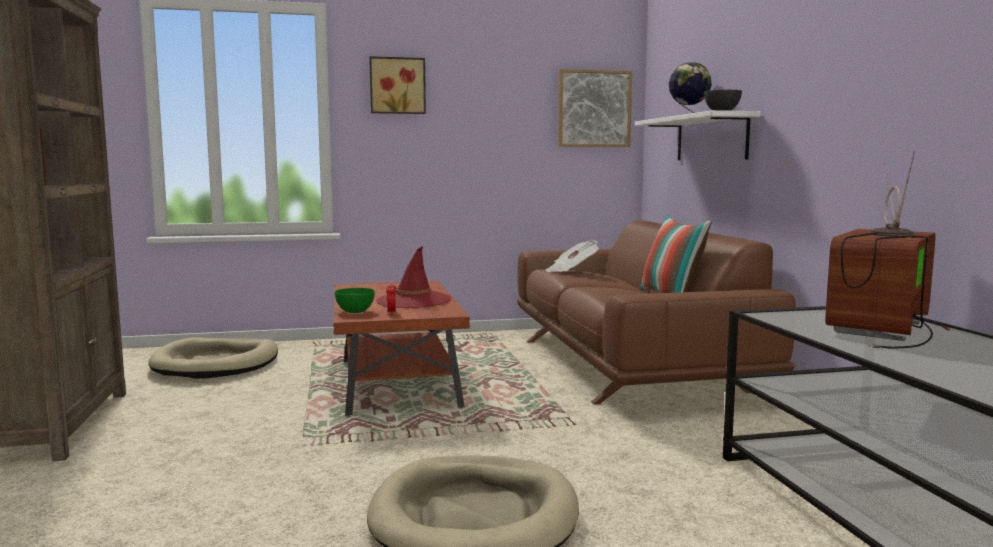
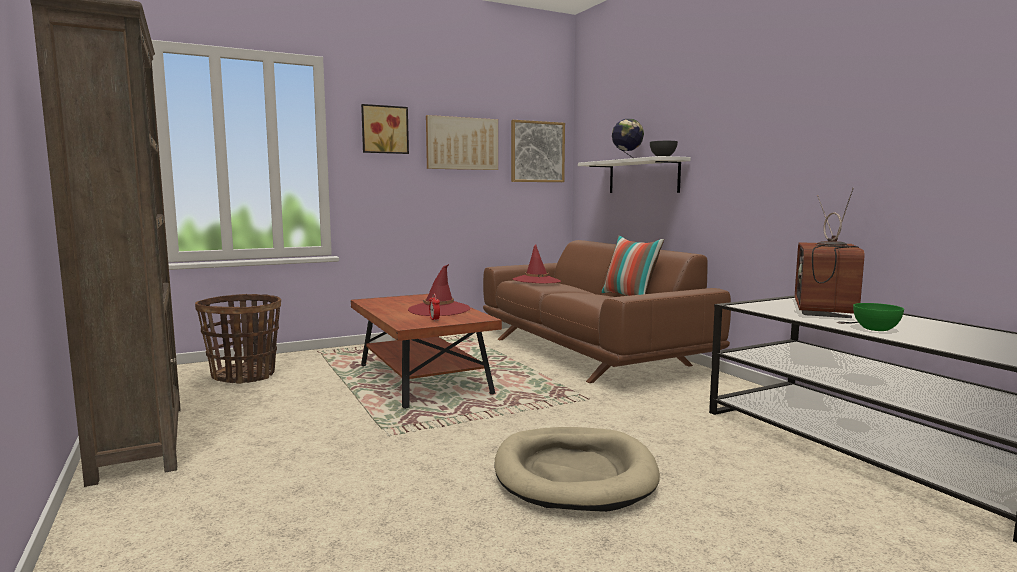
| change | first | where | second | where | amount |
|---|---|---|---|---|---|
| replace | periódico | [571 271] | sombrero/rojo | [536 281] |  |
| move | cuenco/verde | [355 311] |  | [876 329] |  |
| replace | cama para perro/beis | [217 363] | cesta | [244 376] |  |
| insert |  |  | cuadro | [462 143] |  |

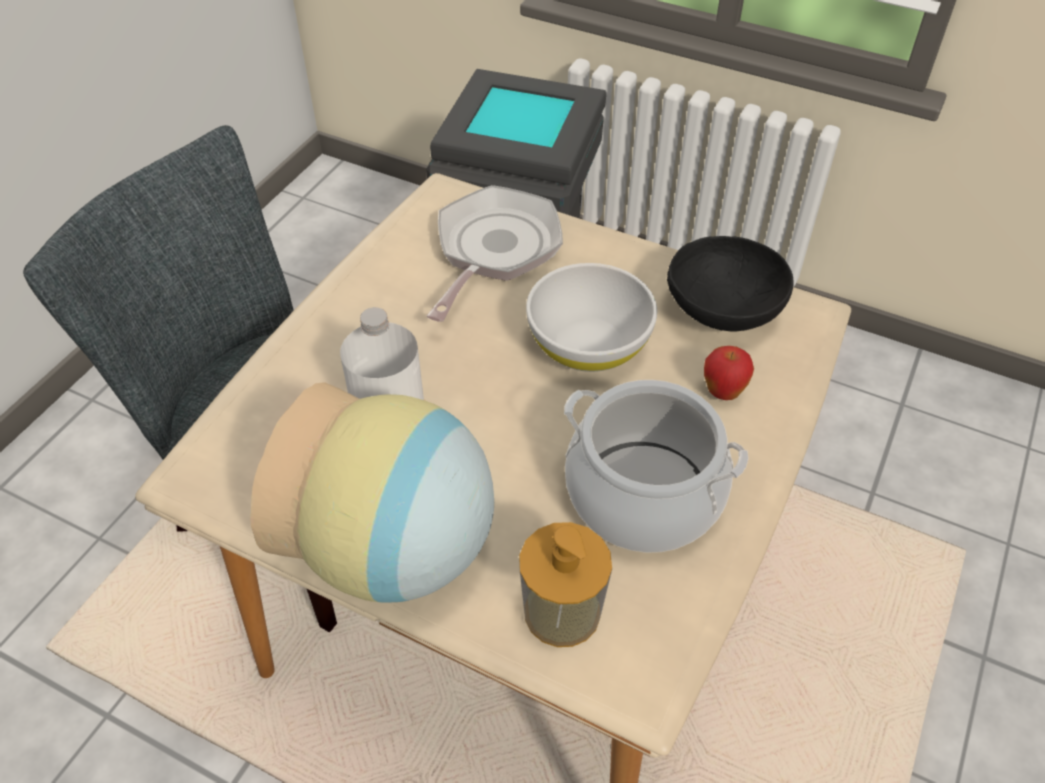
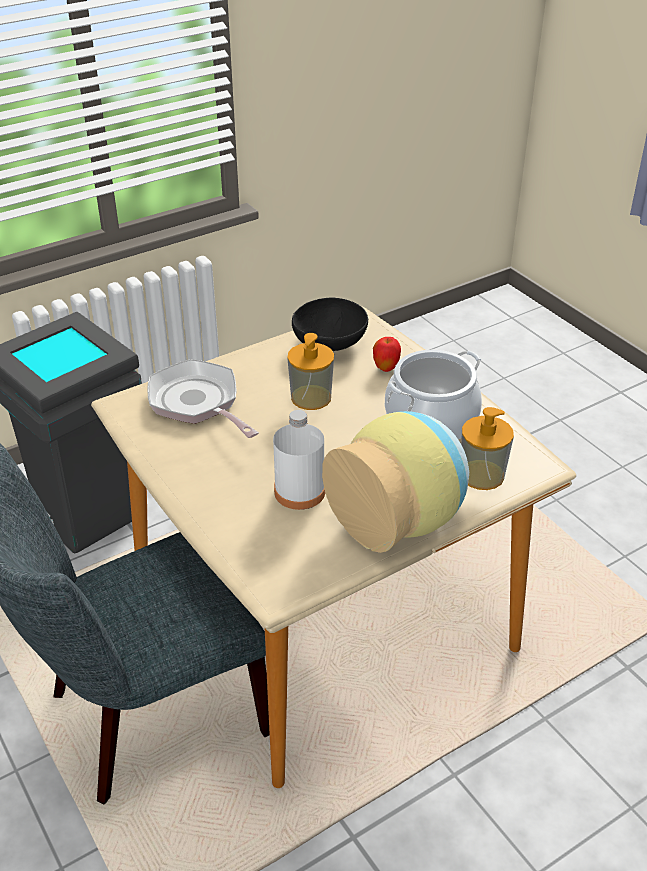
| change | first | where | second | where | amount |
|---|---|---|---|---|---|
| replace | cuenco/blanco | [589 344] | dispensador de jabón | [311 397] |  |

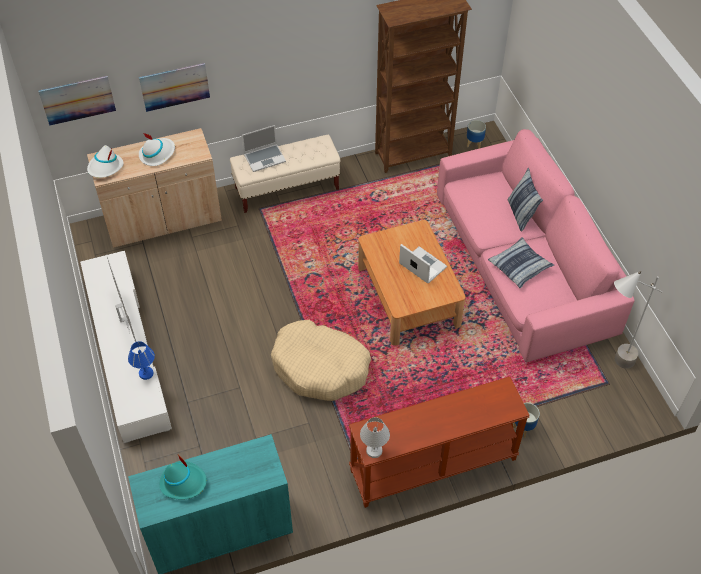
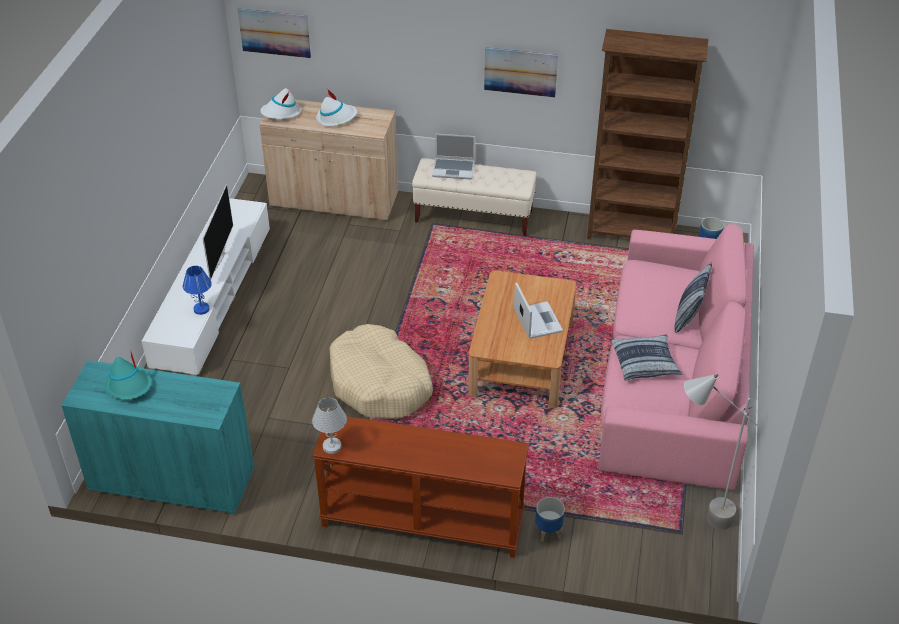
| change | first | where | second | where | amount |
|---|---|---|---|---|---|
| move | cuadro | [175 87] |  | [520 71] |  |

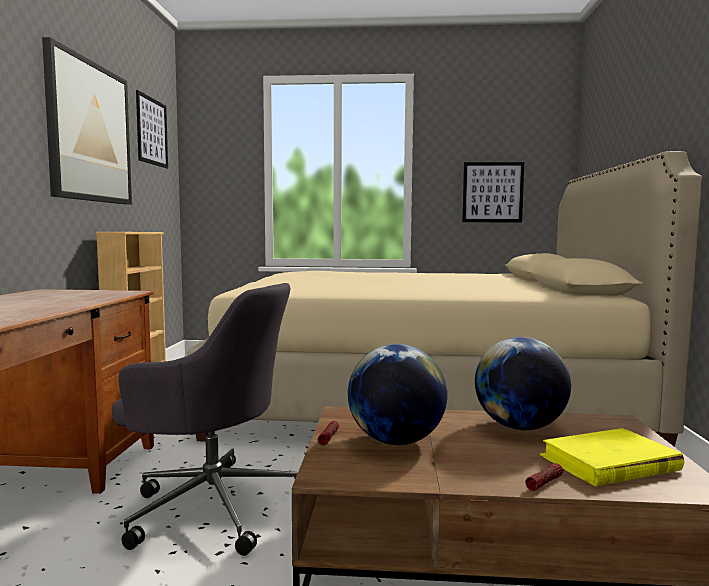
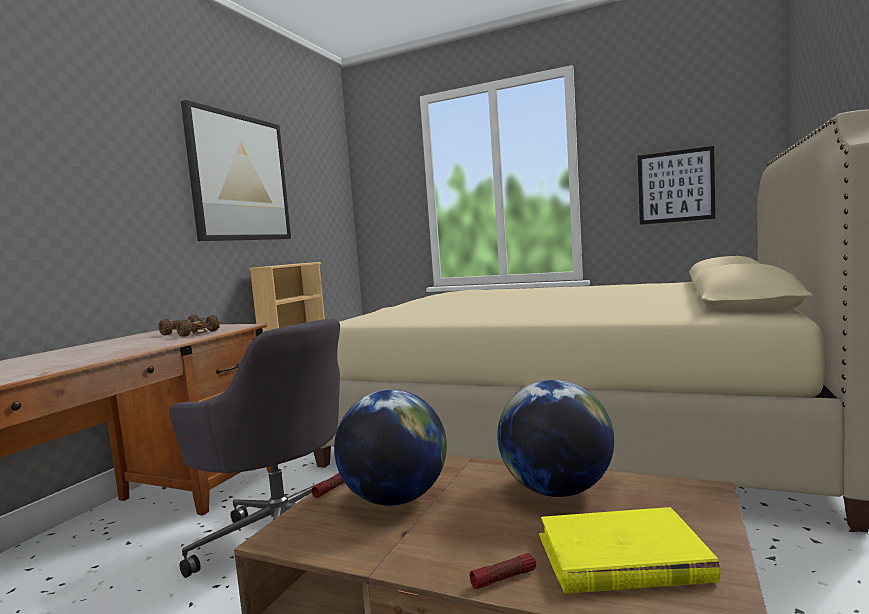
| change | first | where | second | where | amount |
|---|---|---|---|---|---|
| delete | cuadro | [152 131] |  |  |  |
| insert |  |  | coche de juguete/marrón | [191 333] |  |

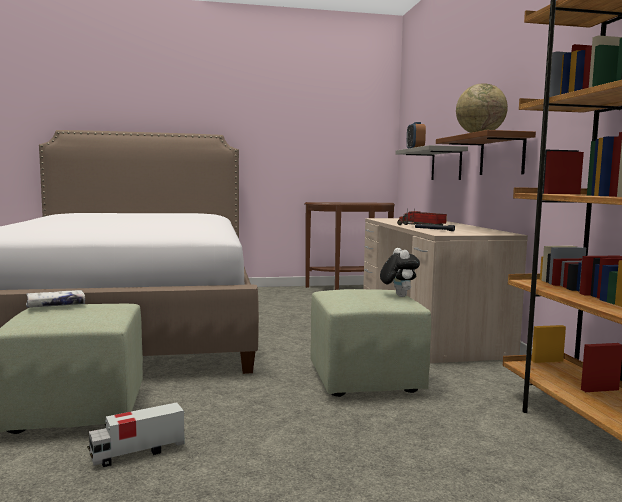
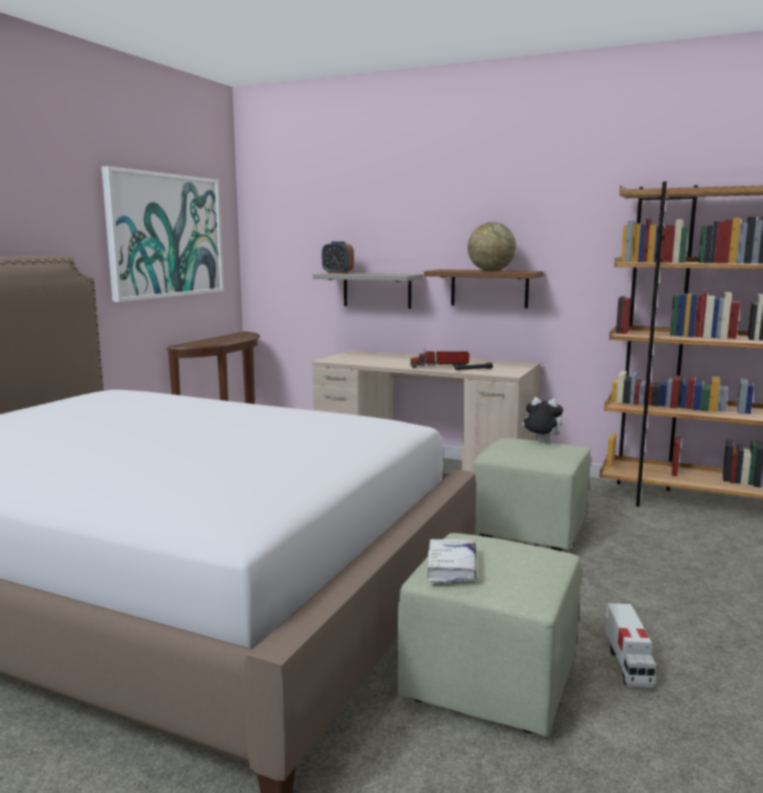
| change | first | where | second | where | amount |
|---|---|---|---|---|---|
| insert |  |  | cuadro | [166 236] |  |

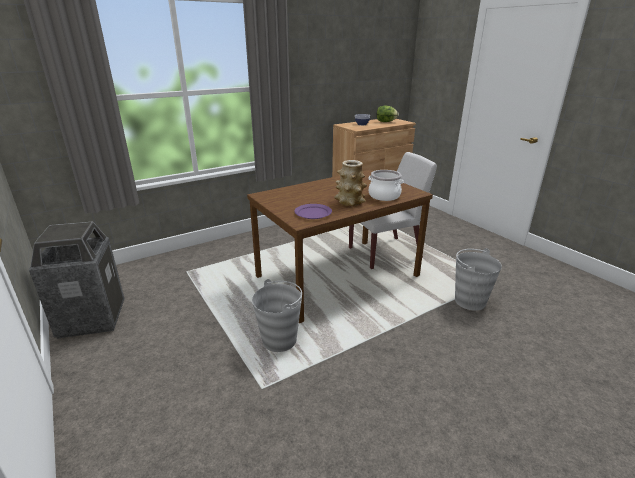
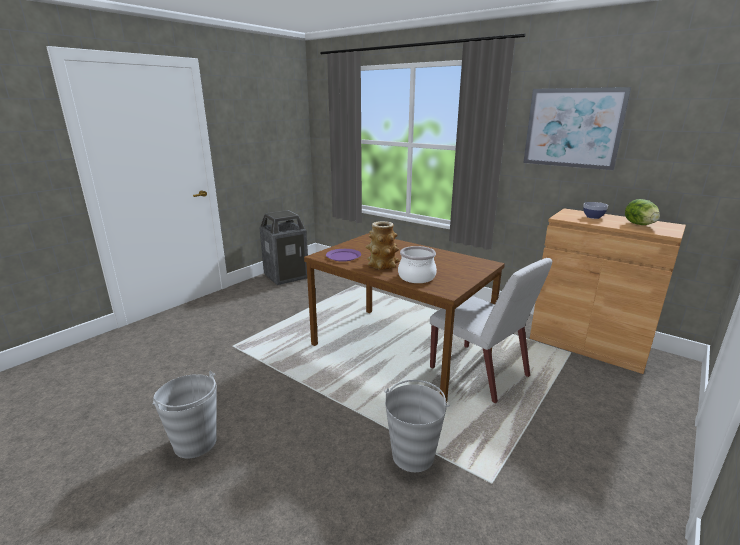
| change | first | where | second | where | amount |
|---|---|---|---|---|---|
| move | cubo/gris | [280 340] |  | [195 443] |  |
| insert |  |  | cuadro | [573 128] |  |

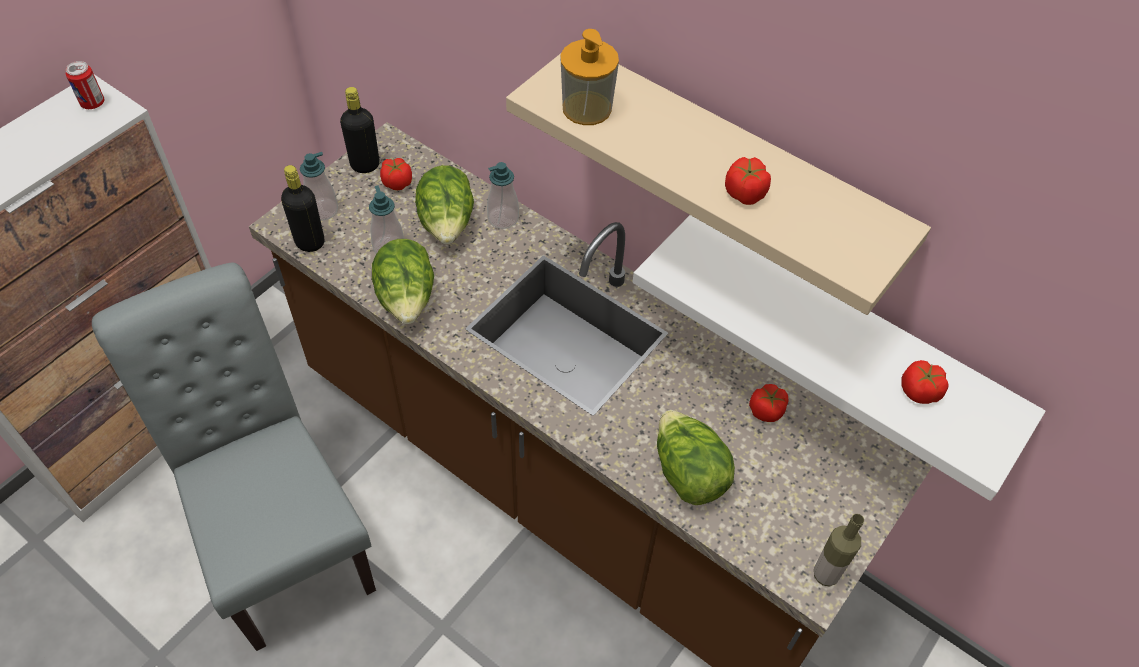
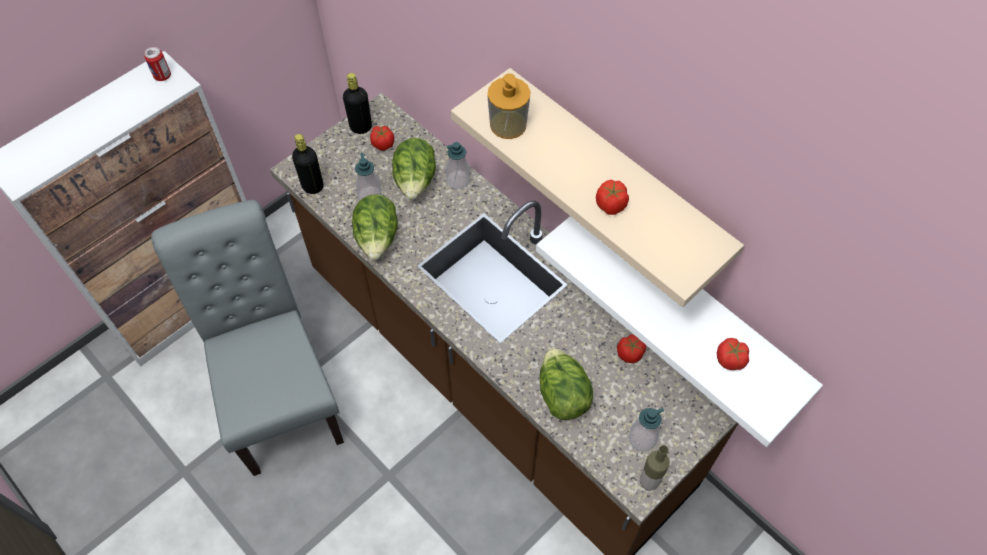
| change | first | where | second | where | amount |
|---|---|---|---|---|---|
| move | dispensador de jabón | [322 210] |  | [642 438] |  |

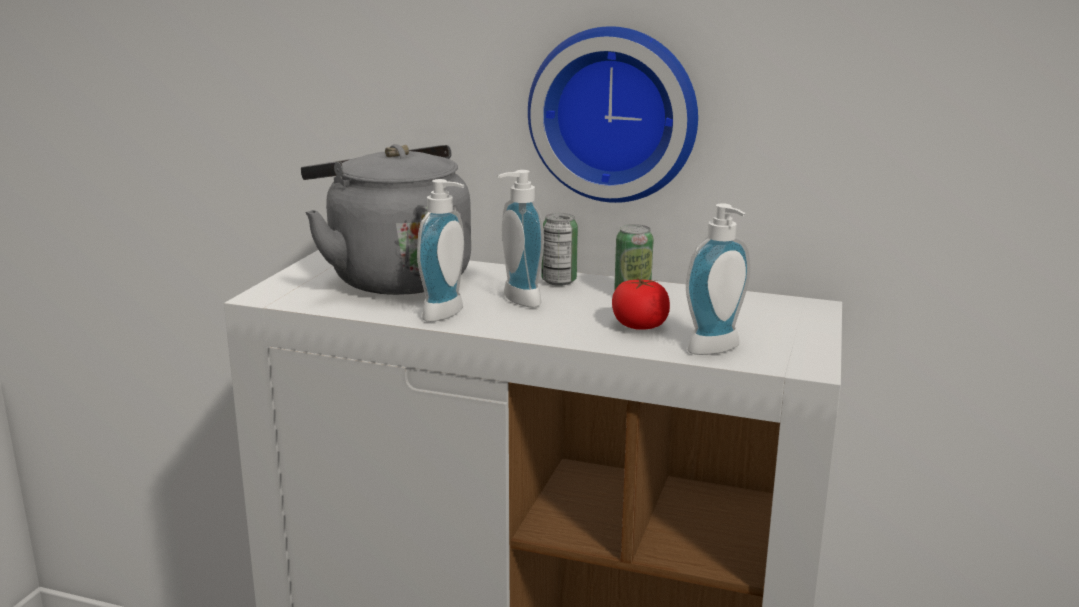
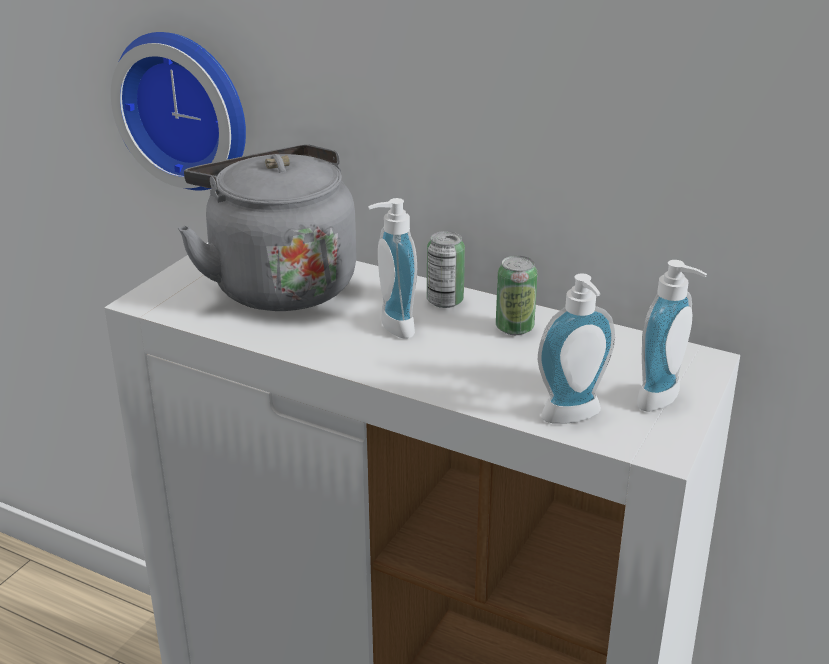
| change | first | where | second | where | amount |
|---|---|---|---|---|---|
| move | reloj de pared | [615 114] |  | [188 108] |  |
| move | dispensador de jabón | [448 314] |  | [664 400] |  |
| delete | tomate | [639 325] |  |  |  |

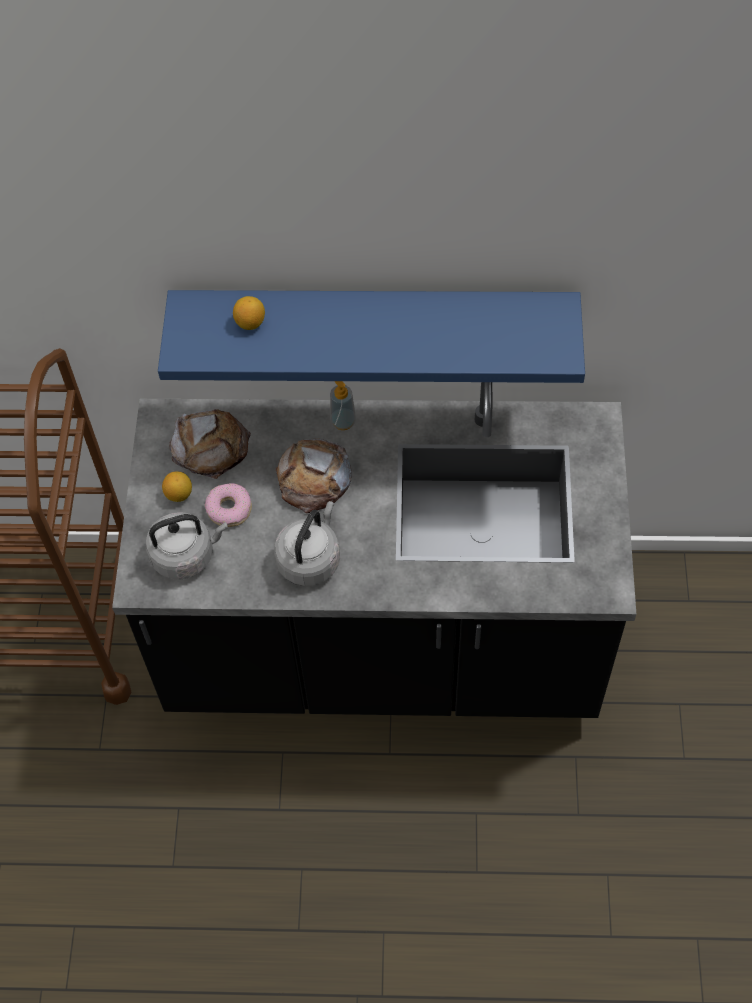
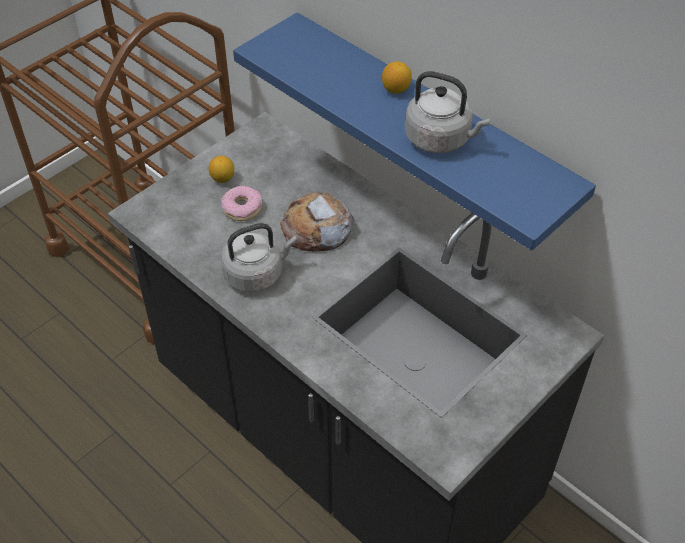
| change | first | where | second | where | amount |
|---|---|---|---|---|---|
| move | limón | [250 323] |  | [396 89] |  |
| delete | dispensador de jabón | [343 421] |  |  |  |
| delete | pan | [210 446] |  |  |  |
| move | hervidor/gris | [186 555] |  | [441 139] |  |

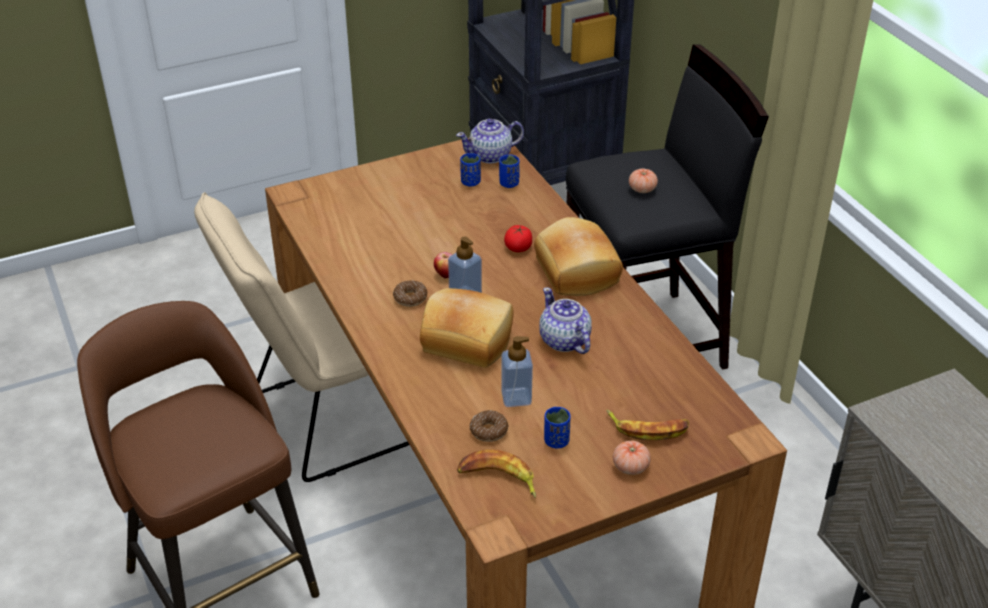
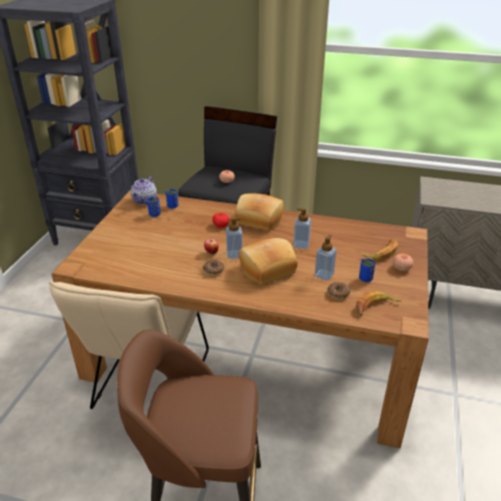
| change | first | where | second | where | amount |
|---|---|---|---|---|---|
| replace | tetera | [564 341] | dispensador de jabón | [301 245] |  |

